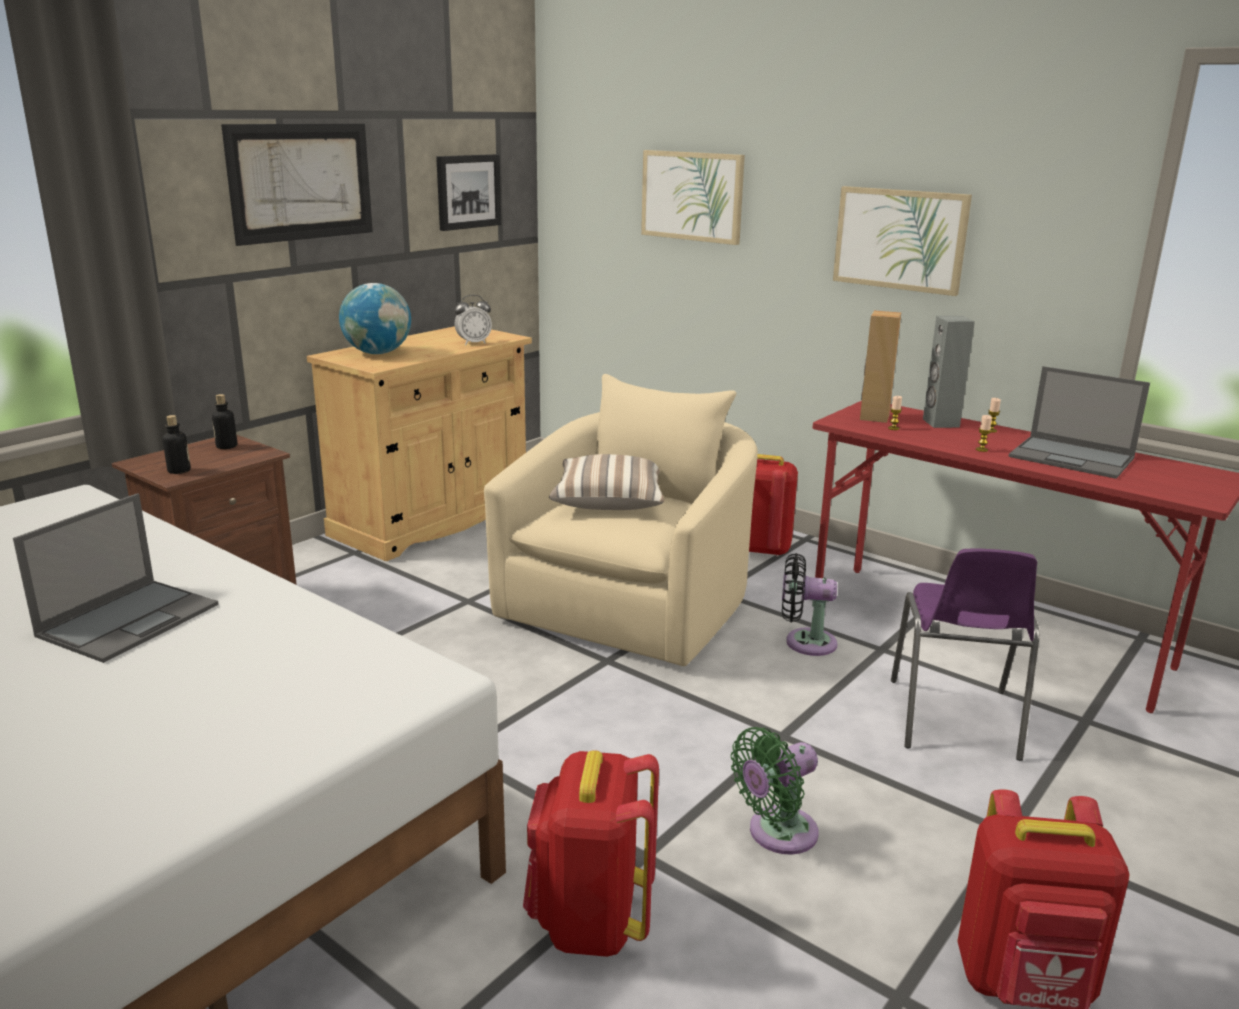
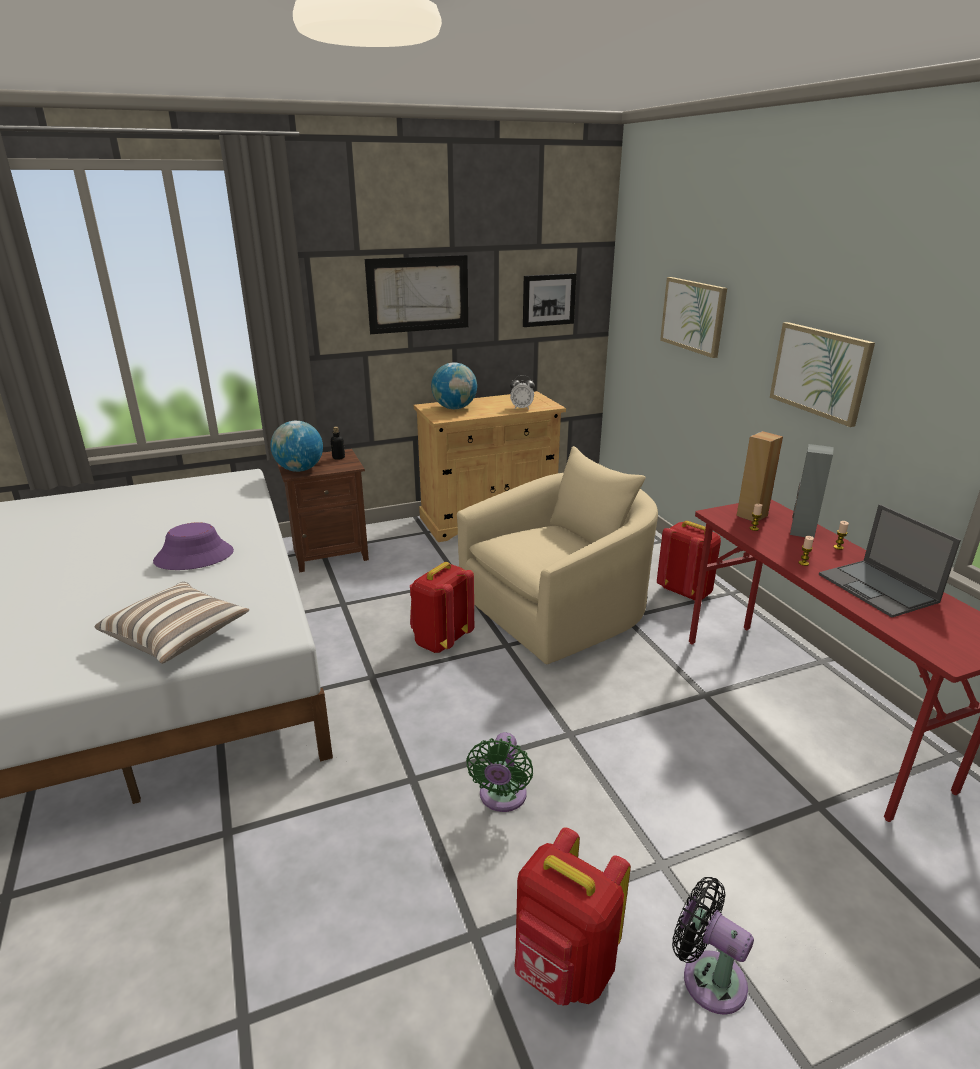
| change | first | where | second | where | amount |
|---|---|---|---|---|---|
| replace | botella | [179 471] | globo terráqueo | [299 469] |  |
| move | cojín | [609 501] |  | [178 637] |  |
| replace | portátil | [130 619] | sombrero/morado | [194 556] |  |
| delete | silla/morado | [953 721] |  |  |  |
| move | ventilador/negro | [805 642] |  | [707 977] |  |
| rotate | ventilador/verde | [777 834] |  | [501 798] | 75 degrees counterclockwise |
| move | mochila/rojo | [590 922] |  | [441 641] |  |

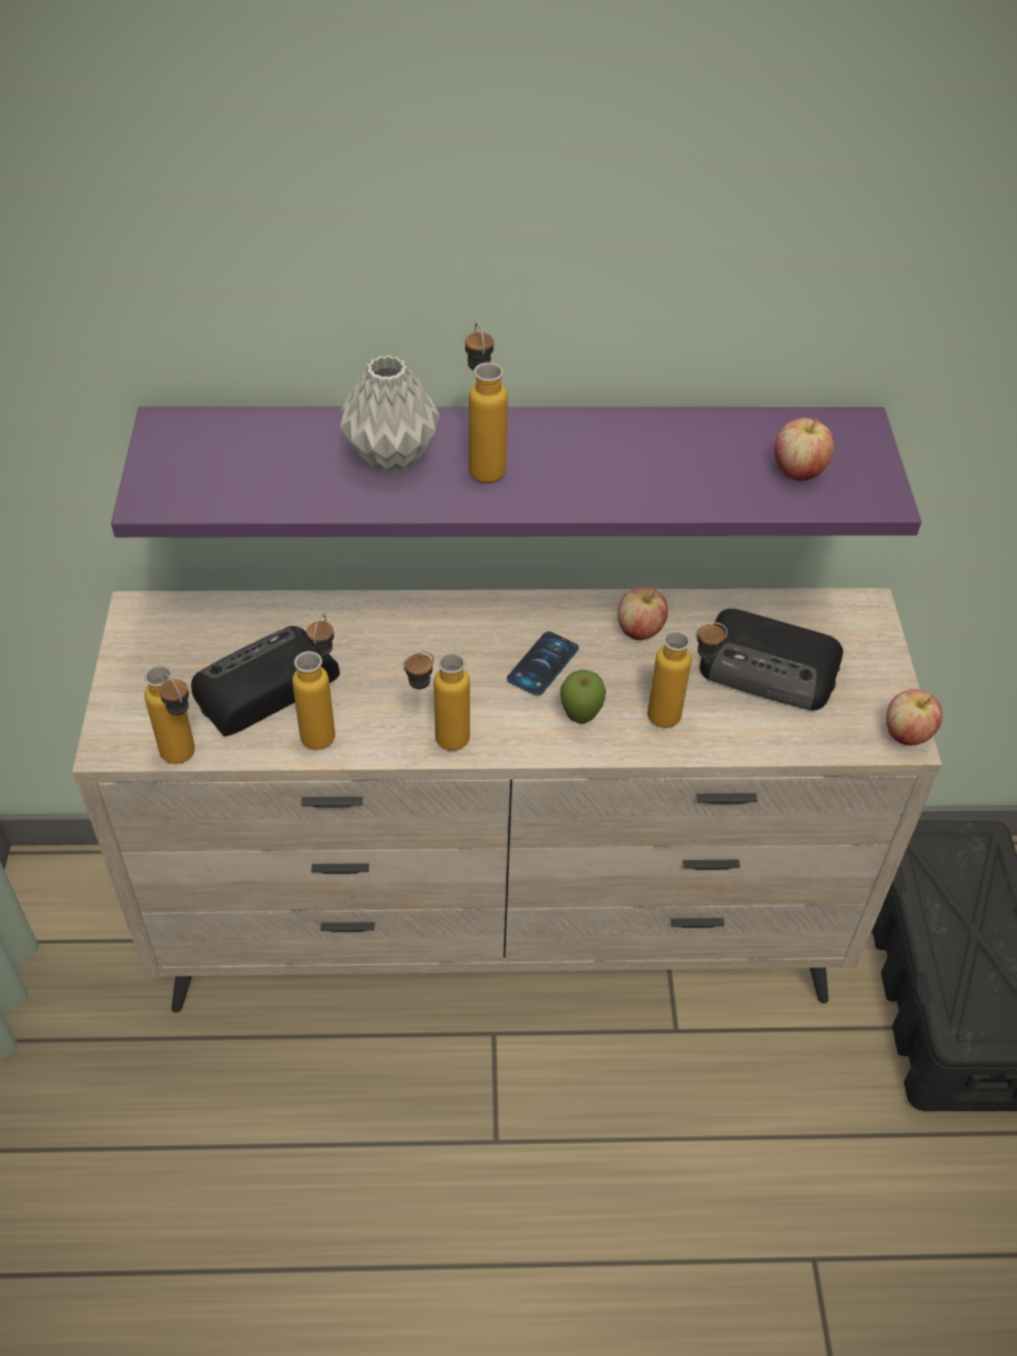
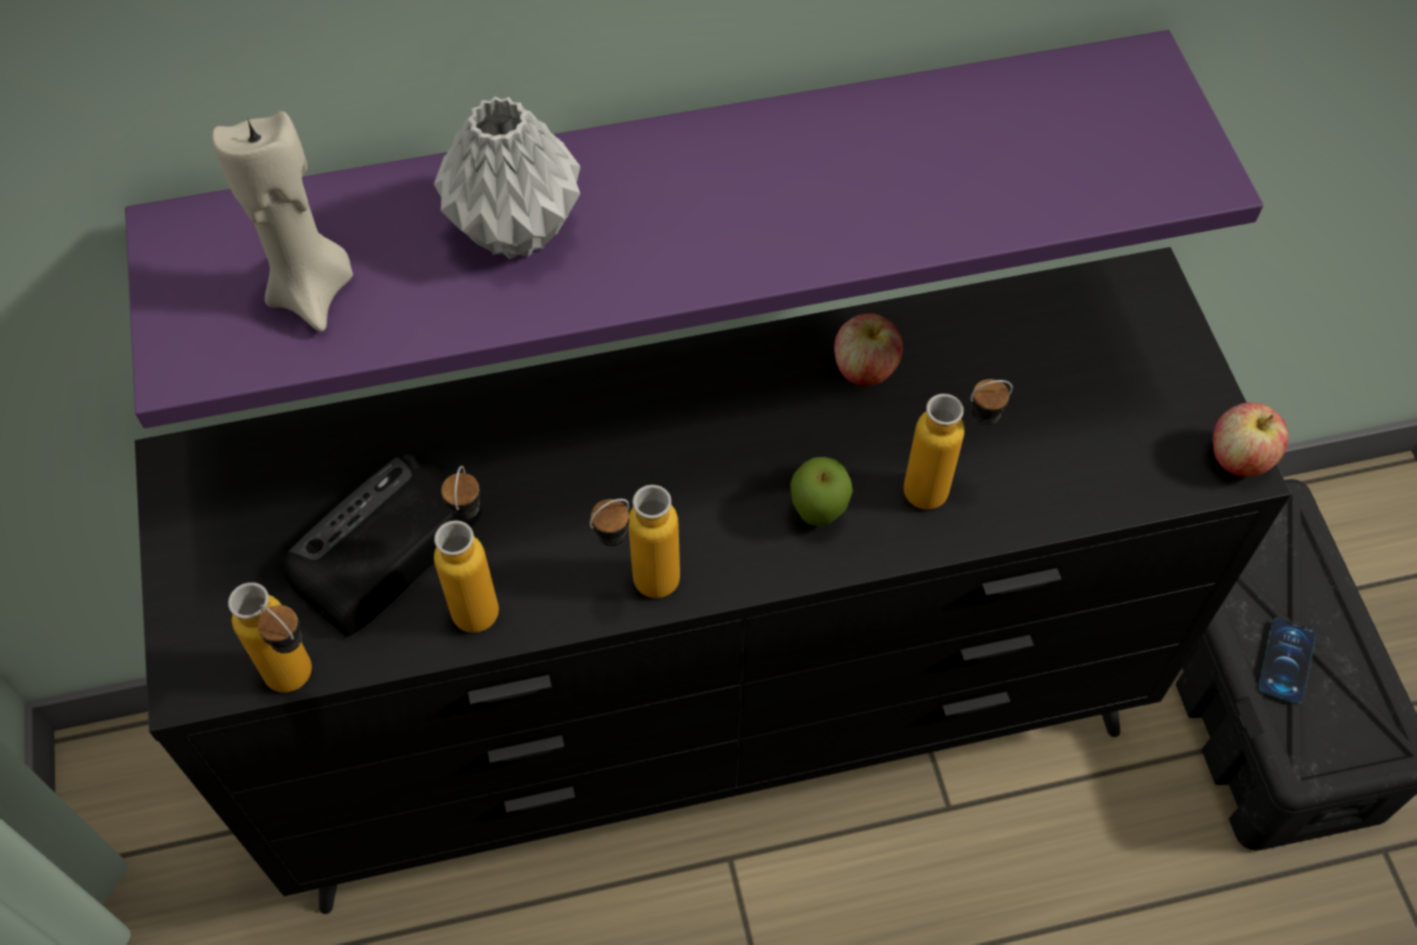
| change | first | where | second | where | amount |
|---|---|---|---|---|---|
| delete | botella | [483 462] |  |  |  |
| delete | manzana | [798 471] |  |  |  |
| recolor | cómoda/beis | [503 933] | cómoda/negro | [712 724] |  |
| delete | radio | [771 669] |  |  |  |
| move | móvil | [543 664] |  | [1286 661] |  |
| insert |  |  | vela/beis | [312 292] |  |

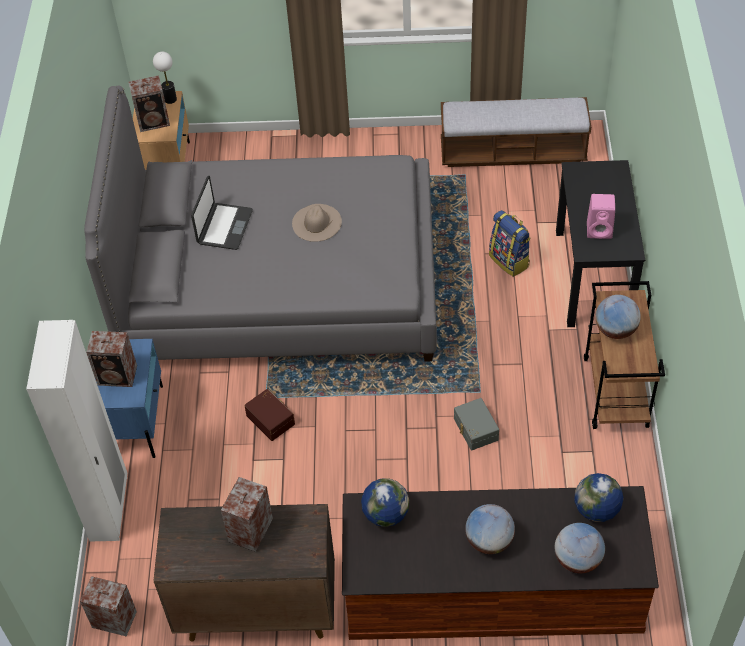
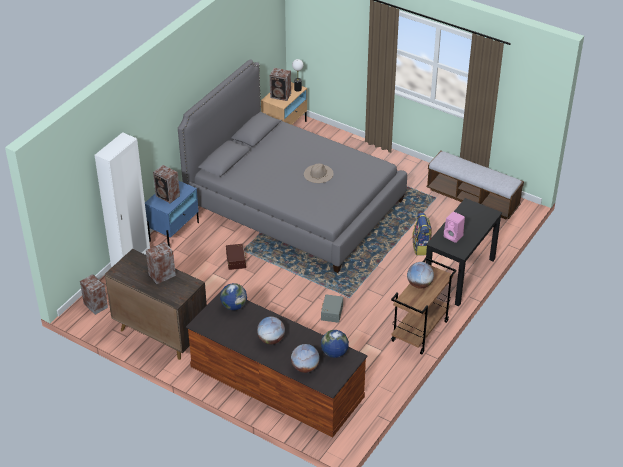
| change | first | where | second | where | amount |
|---|---|---|---|---|---|
| delete | portátil | [224 227] |  |  |  |

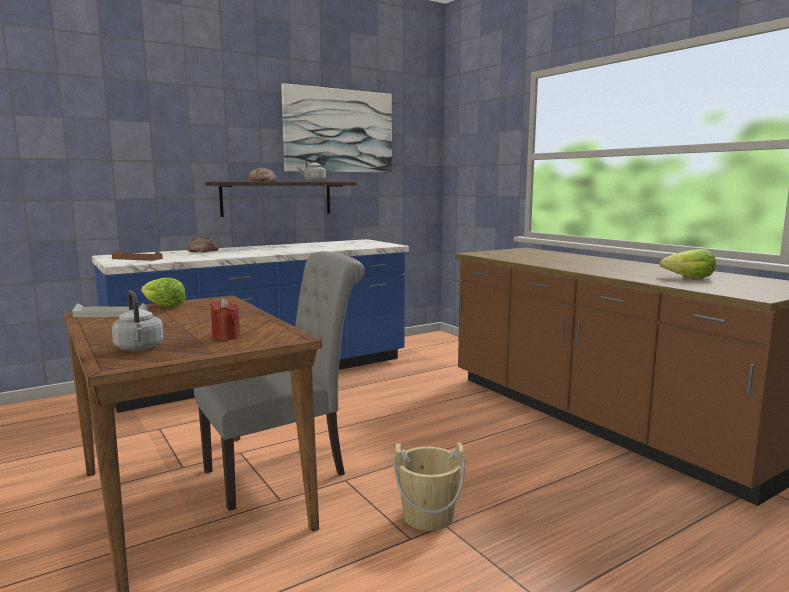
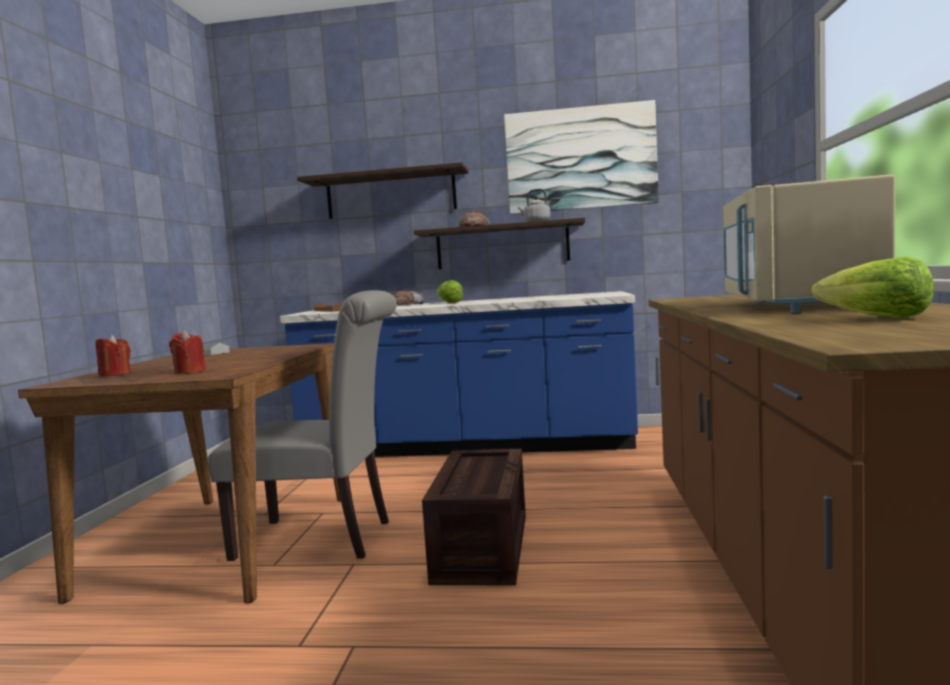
| change | first | where | second | where | amount |
|---|---|---|---|---|---|
| move | lechuga | [162 306] |  | [448 303] |  |
| replace | hervidor/gris | [139 348] | vela/rojo | [115 374] |  |
| delete | cubo/beis | [428 516] |  |  |  |
| insert |  |  | estante | [391 195] |  |
| insert |  |  | microondas/beis | [795 305] |  |
| insert |  |  | caja de embalaje | [484 548] |  |

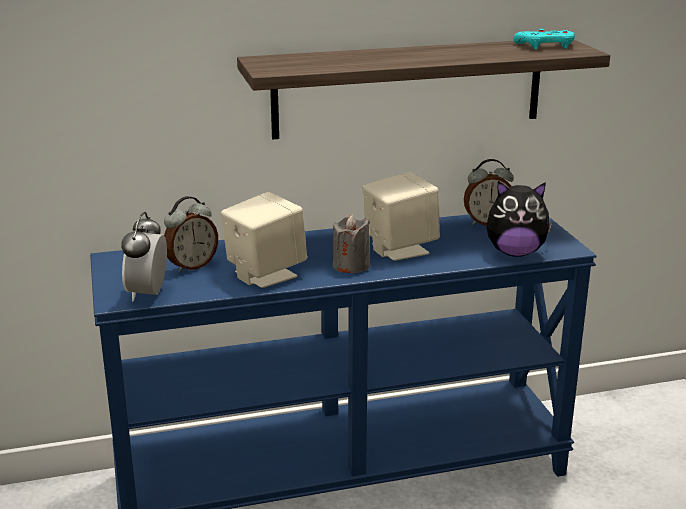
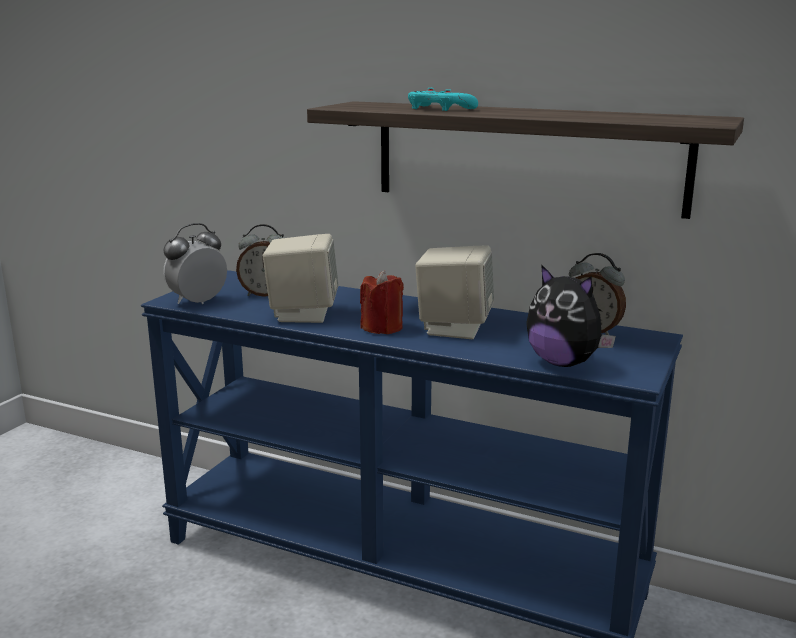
| change | first | where | second | where | amount |
|---|---|---|---|---|---|
| move | mando de consola/turquesa | [546 45] |  | [439 109] |  |
| recolor | vela/gris | [351 266] | vela/rojo | [382 328] |  |

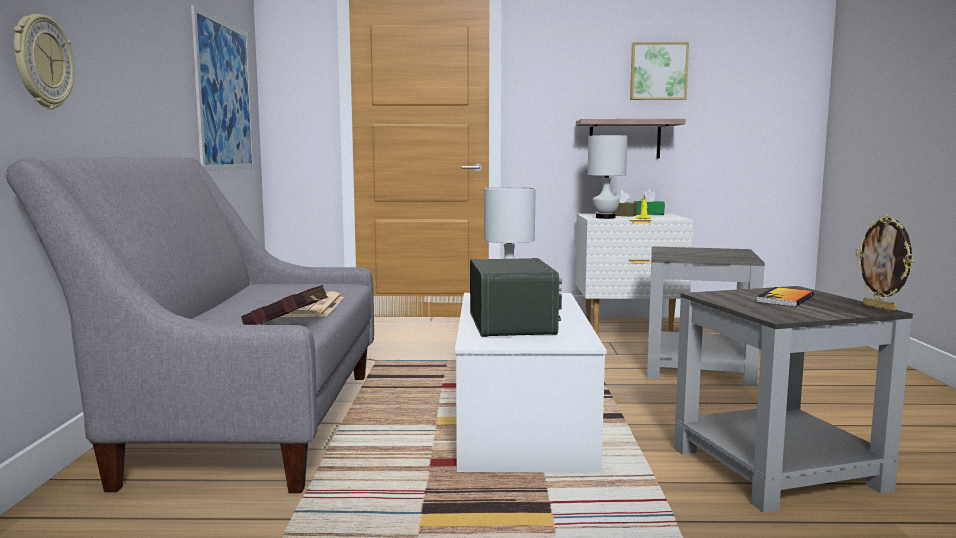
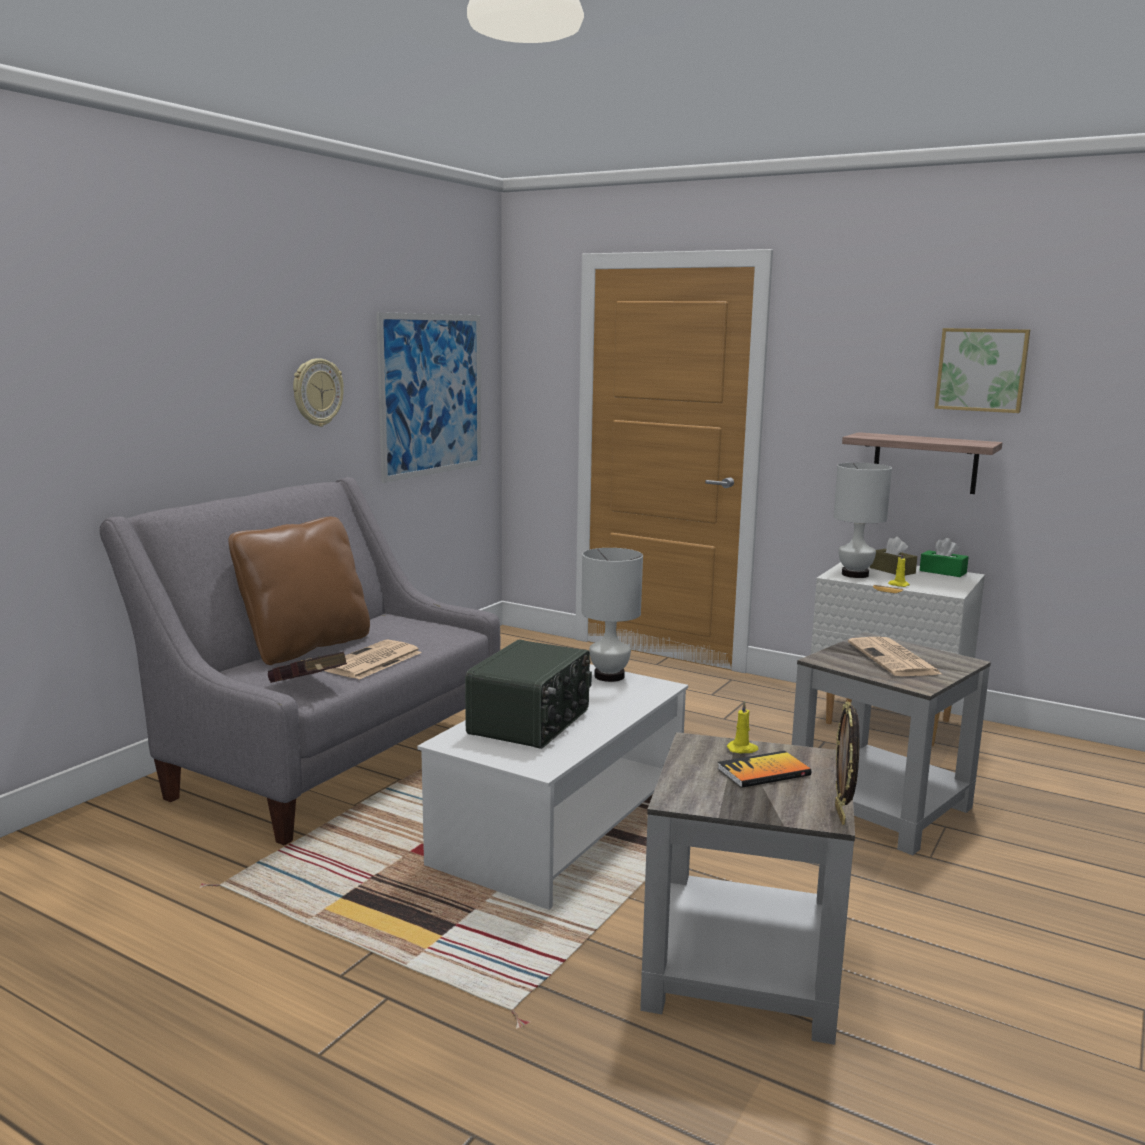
| change | first | where | second | where | amount |
|---|---|---|---|---|---|
| move | reloj de pared | [42 62] |  | [317 392] |  |
| insert |  |  | cojín/marrón | [306 646] |  |
| insert |  |  | periódico | [895 659] |  |
| insert |  |  | vela/amarillo | [742 749] |  |

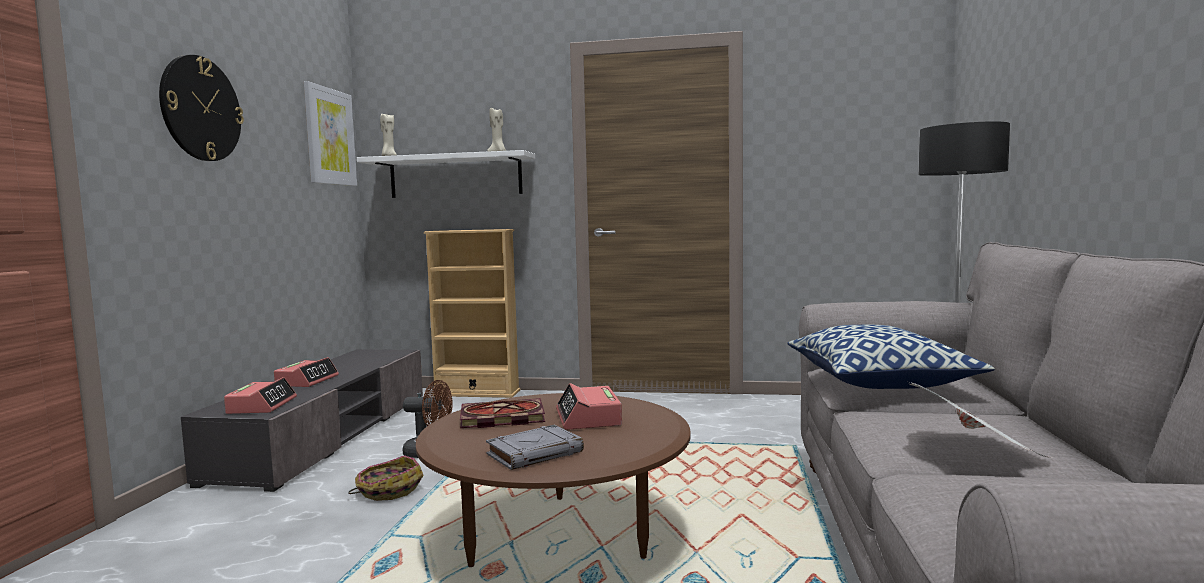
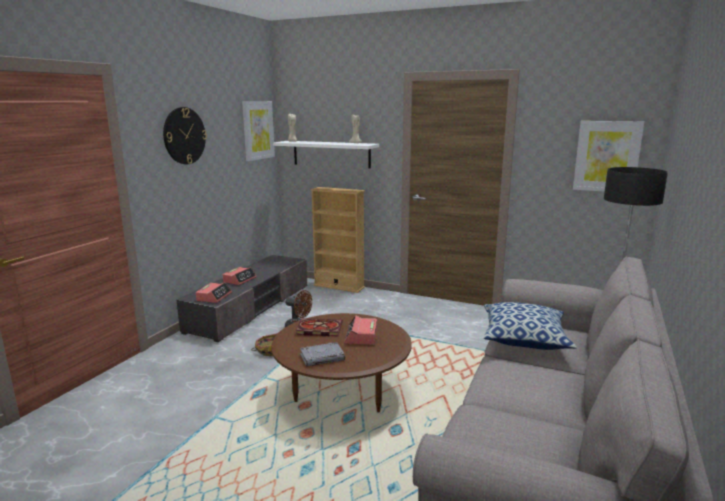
| change | first | where | second | where | amount |
|---|---|---|---|---|---|
| delete | periódico | [975 452] |  |  |  |
| insert |  |  | cuadro | [607 156] |  |

